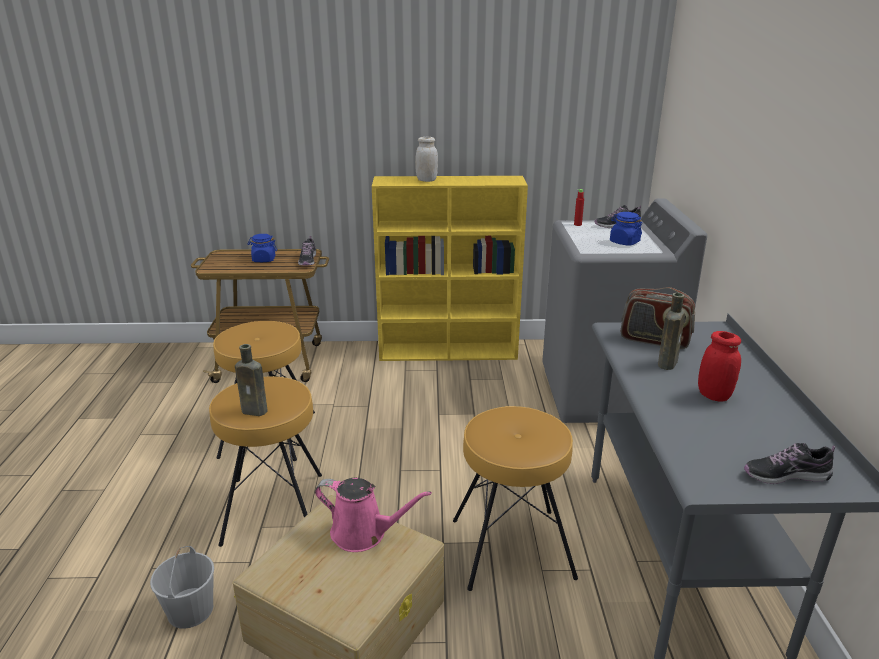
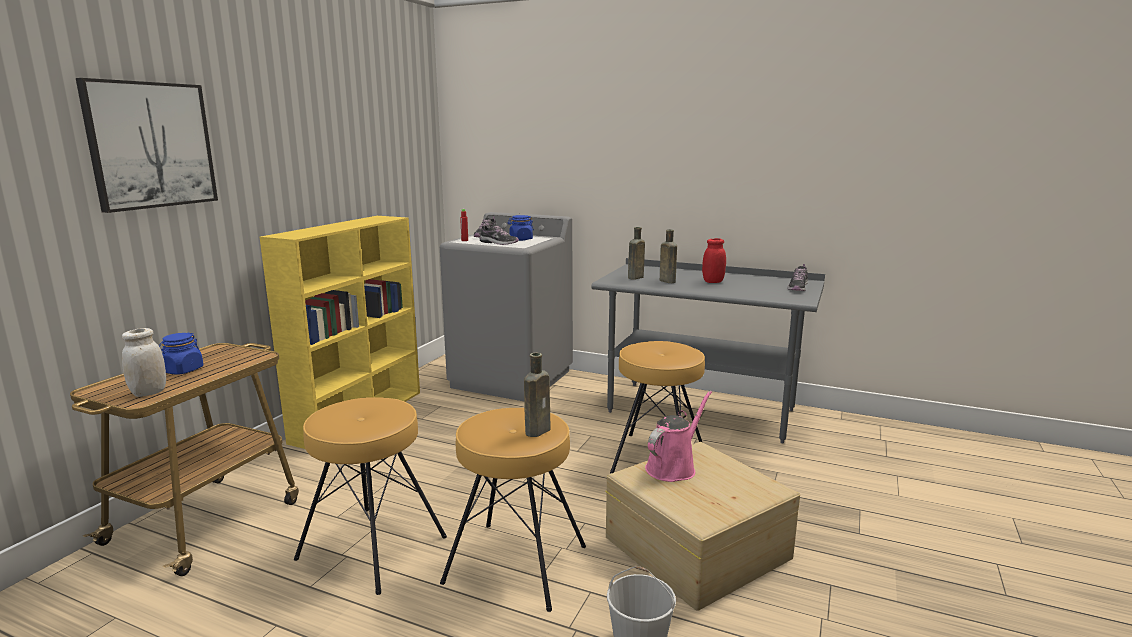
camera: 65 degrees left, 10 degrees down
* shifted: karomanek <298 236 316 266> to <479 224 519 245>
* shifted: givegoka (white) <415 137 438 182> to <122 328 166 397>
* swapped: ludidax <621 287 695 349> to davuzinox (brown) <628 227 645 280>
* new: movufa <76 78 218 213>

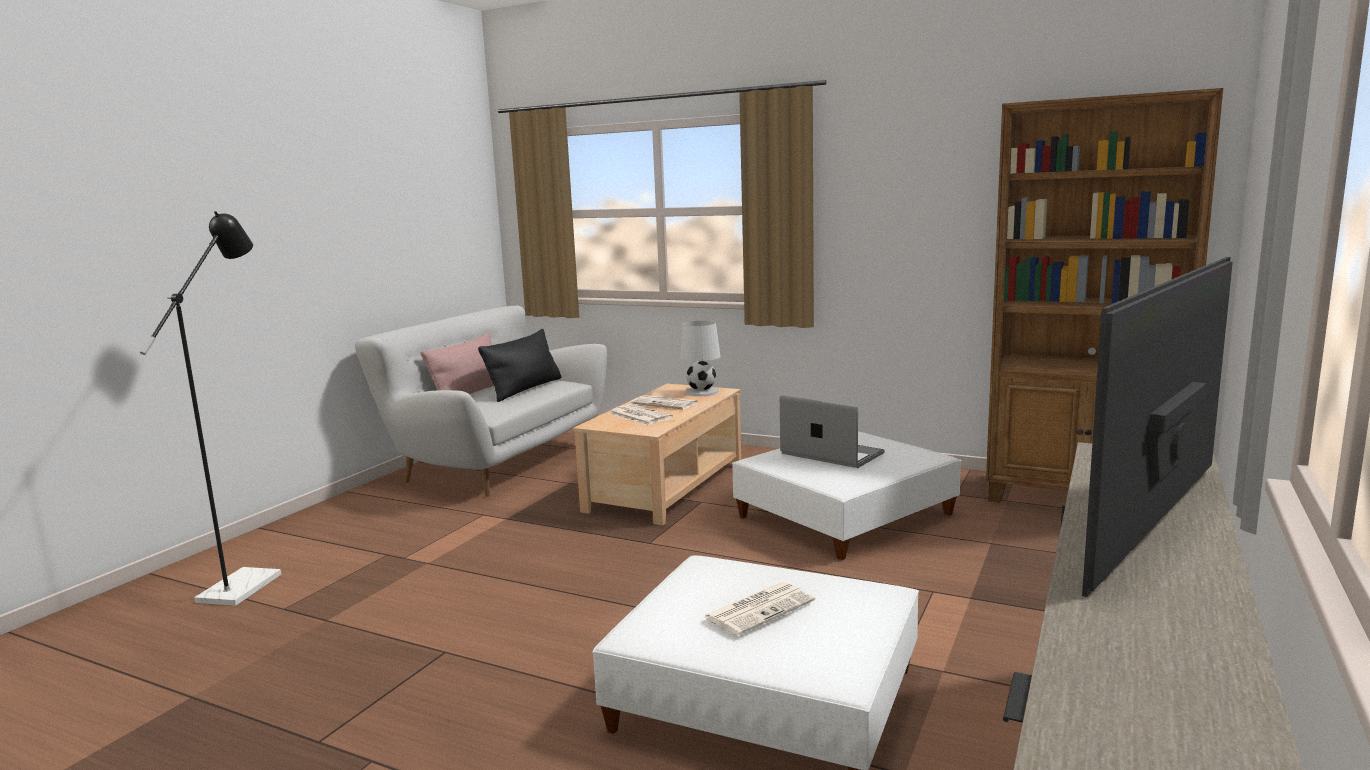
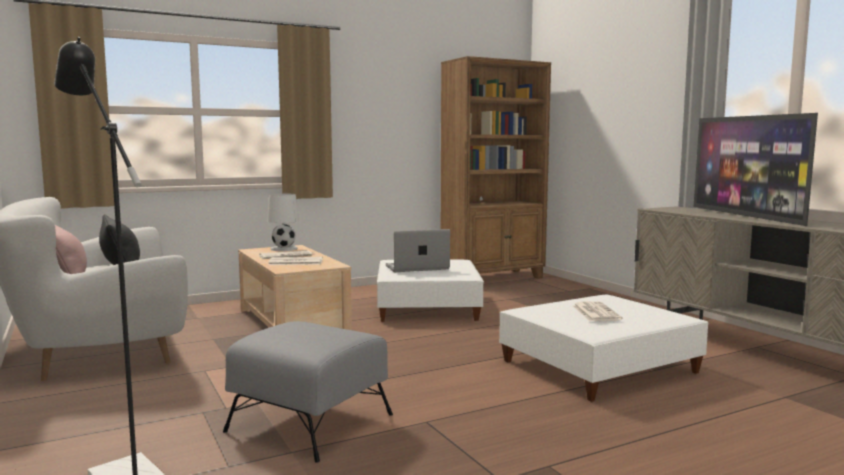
camera: 55 degrees left, 5 degrees down
* new: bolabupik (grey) <223 321 393 463>

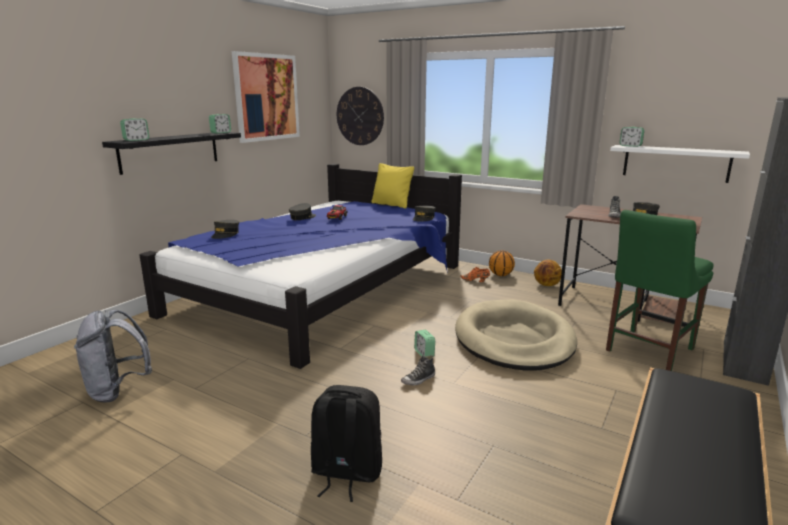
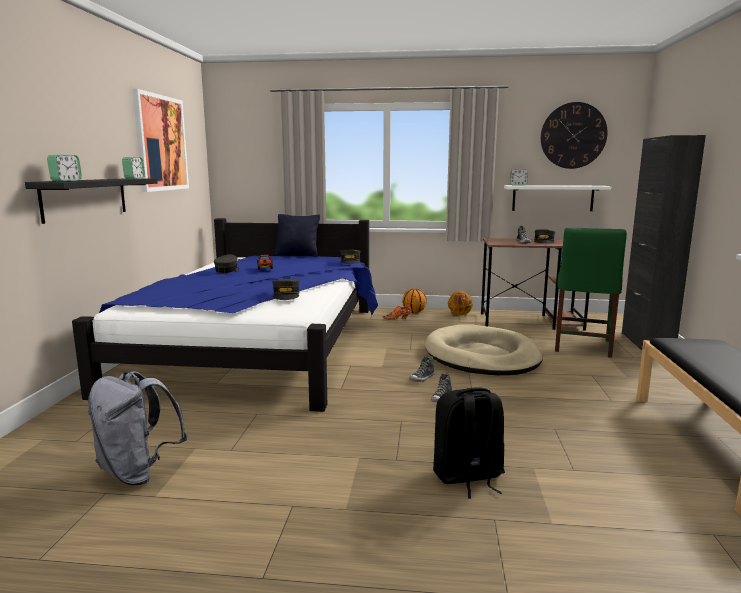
camera: 25 degrees left, 5 degrees down
* shifted: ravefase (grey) <211 220 239 239> to <272 279 299 300>
* shifted: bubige <337 87 384 145> to <541 102 608 169>
* repainted: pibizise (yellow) <371 163 414 208> to pibizise (black) <275 214 320 257>
* swapped: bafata <414 330 435 357> to karomanek <409 356 435 382>

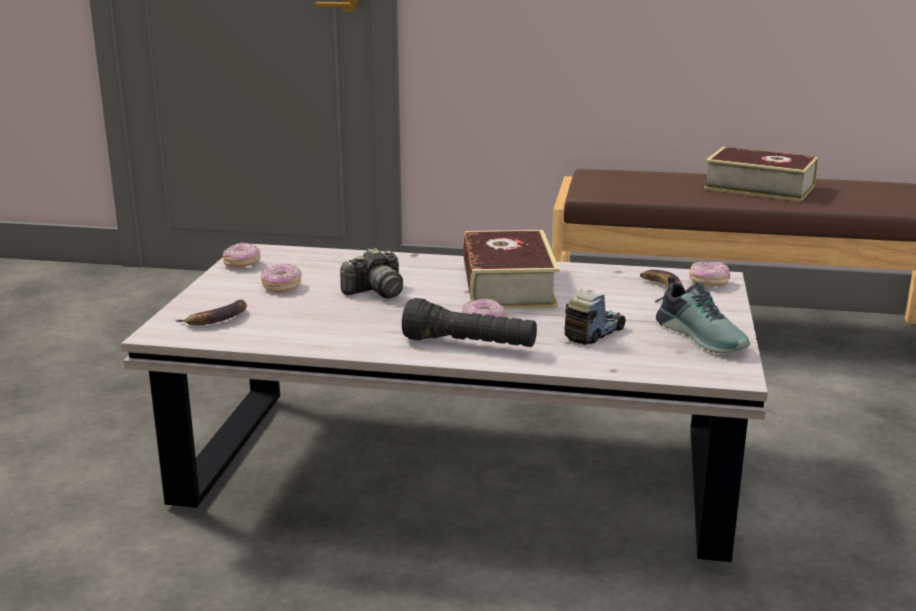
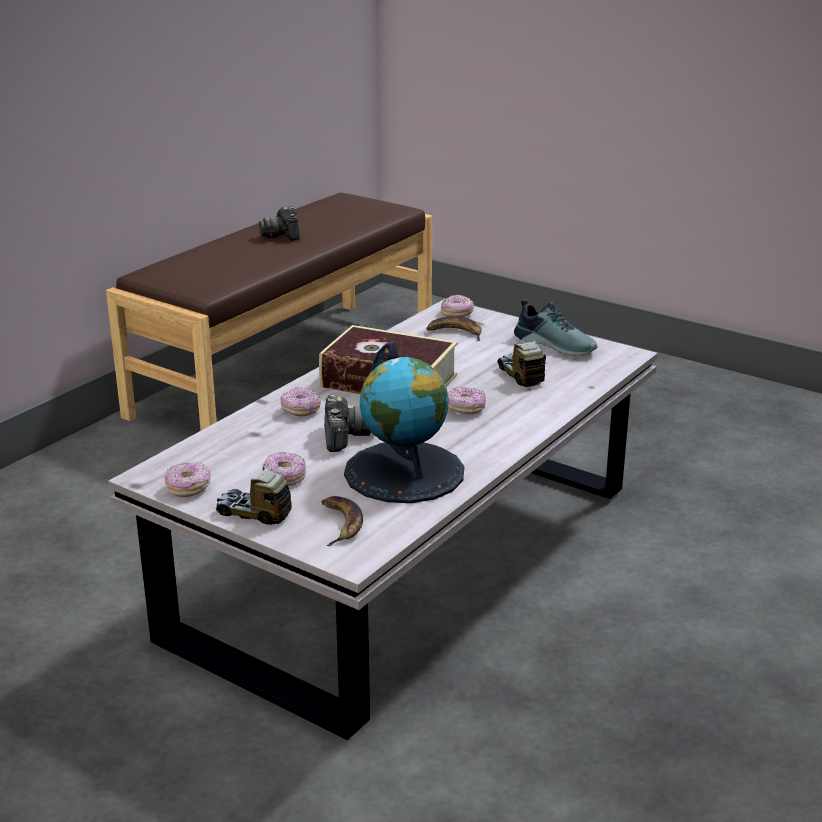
camera: 65 degrees left, 5 degrees up
* gone: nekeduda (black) <402 298 537 347>
* rotated: karomanek <656 276 750 353> = <514 299 598 356> 45 degrees clockwise
* swapped: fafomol <704 147 818 202> to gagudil <259 206 300 241>
* new: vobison <216 466 292 525>
* new: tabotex <280 387 321 417>
* new: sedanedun <344 341 464 503>

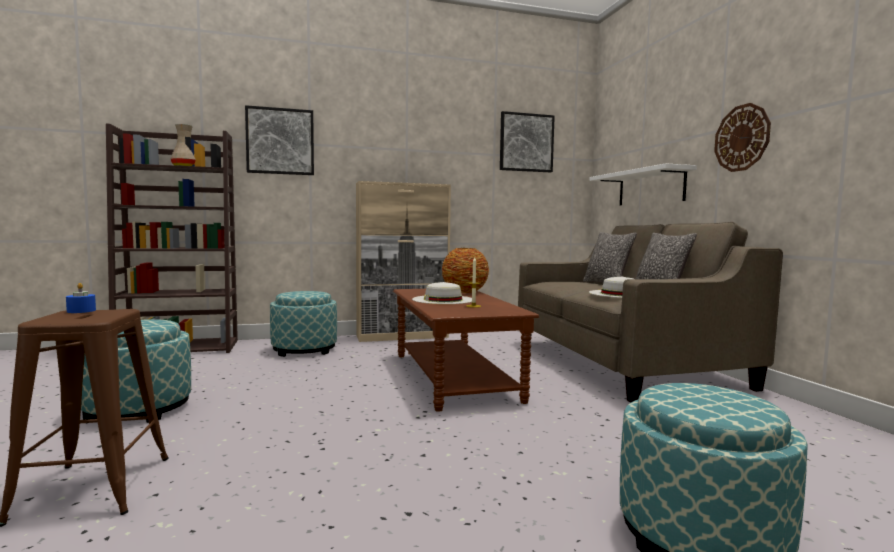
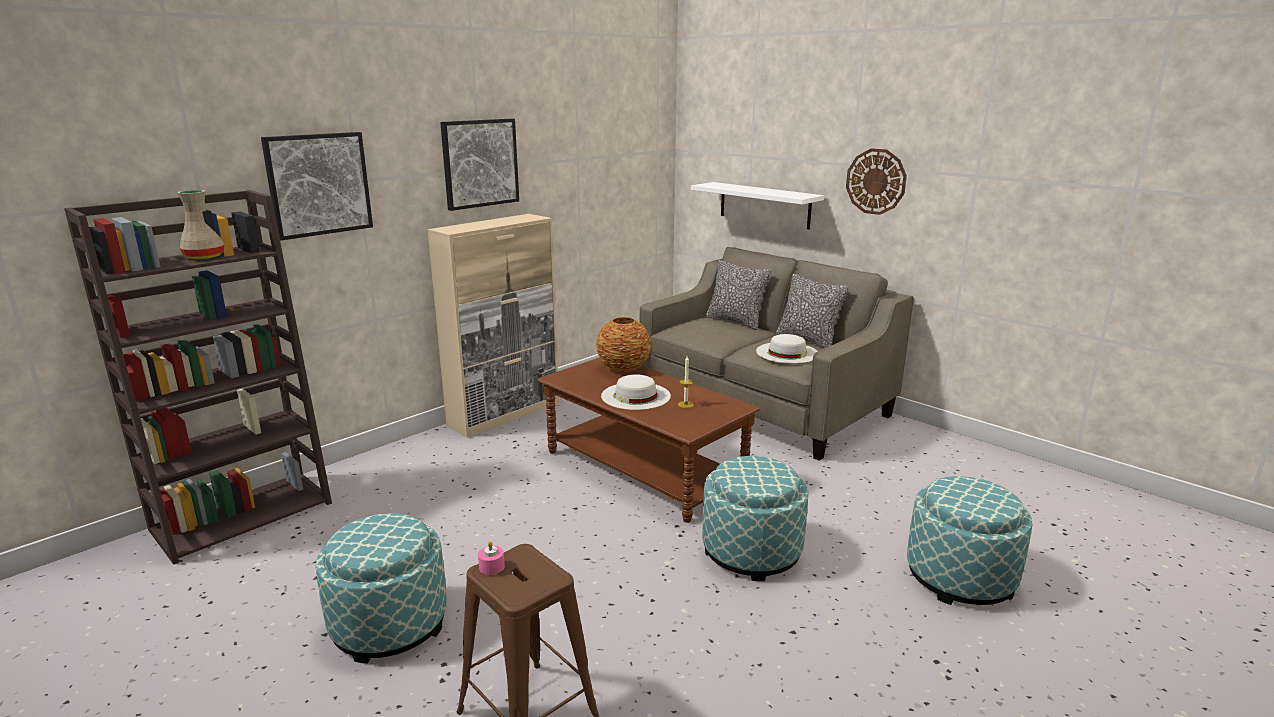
camera: 30 degrees left, 15 degrees up
* repainted: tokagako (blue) <66 283 96 313> to tokagako (pink) <478 541 505 575>
* shifted: bolabupik <270 291 337 357> to <702 456 808 581>
* shifted: movufa <500 111 555 172> to <440 119 519 211>

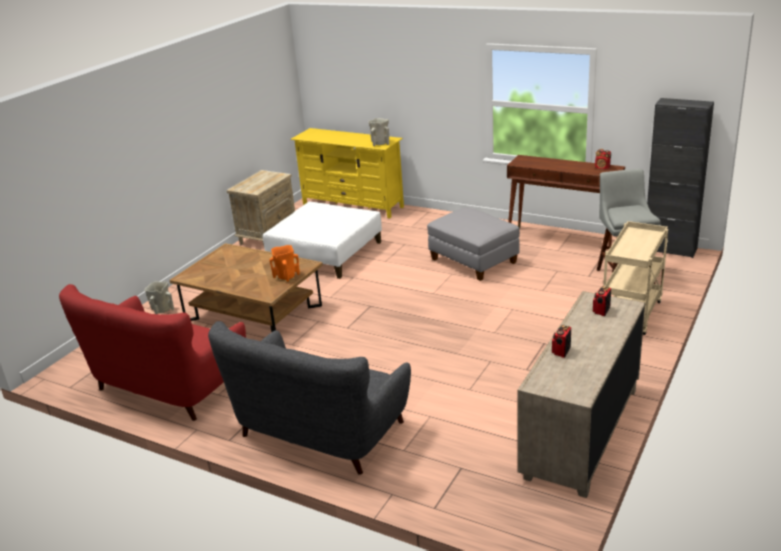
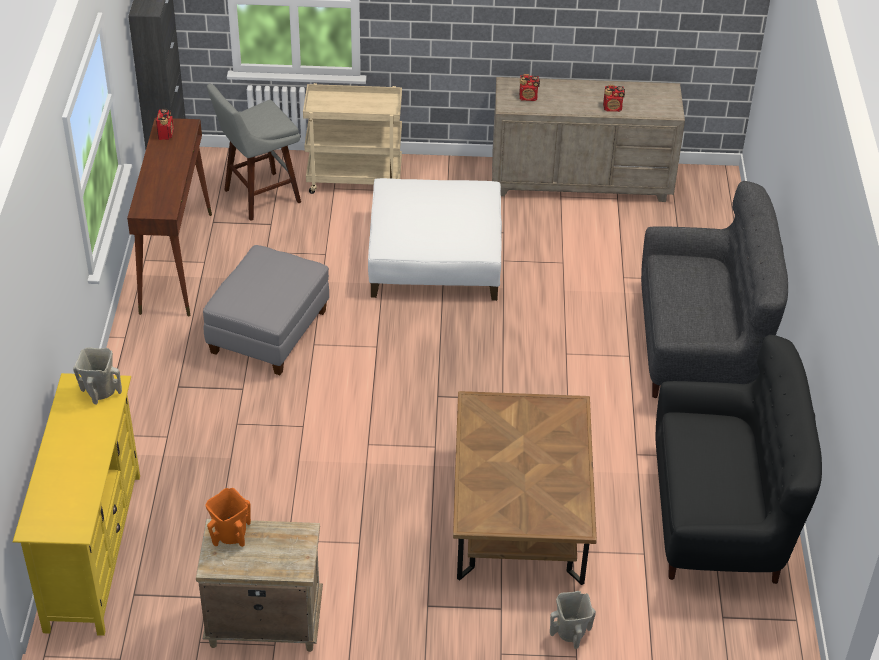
camera: 120 degrees left, 15 degrees up
* repainted: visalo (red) <59 284 246 421> to visalo (black) <655 335 822 584>
* shifted: bolabupik (white) <263 201 382 279> to <368 178 502 301>
* shifted: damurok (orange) <269 245 300 282> to <205 488 251 547>

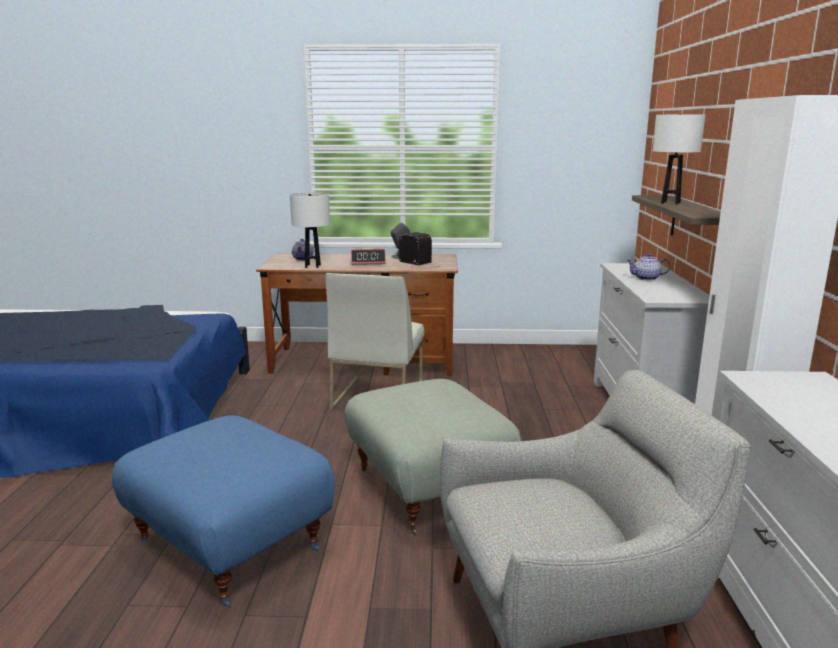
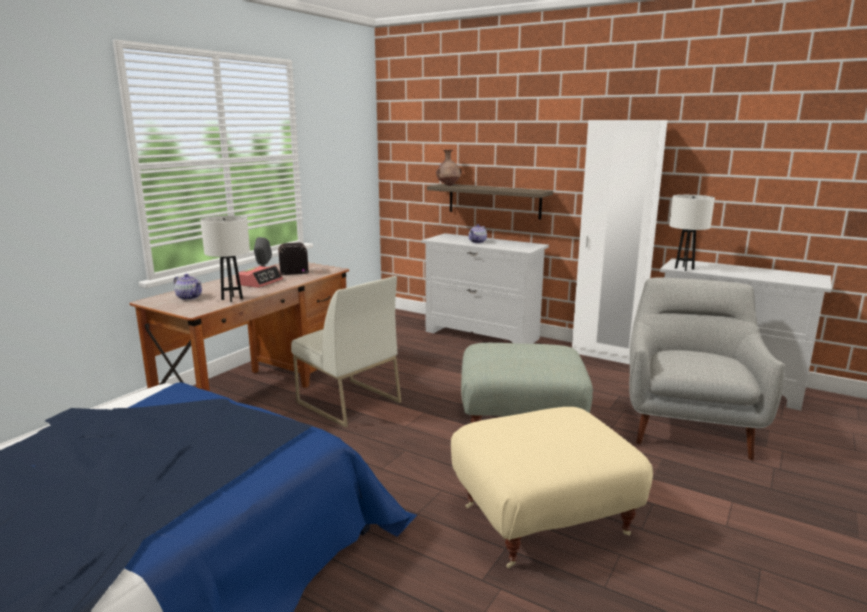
camera: 60 degrees left, 0 degrees up
* repainted: bolabupik (blue) <112 416 335 608> to bolabupik (beige) <451 407 653 568>
* shifted: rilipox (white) <653 114 706 204> to <669 195 715 271>
* new: damurok (brown) <436 150 462 186>

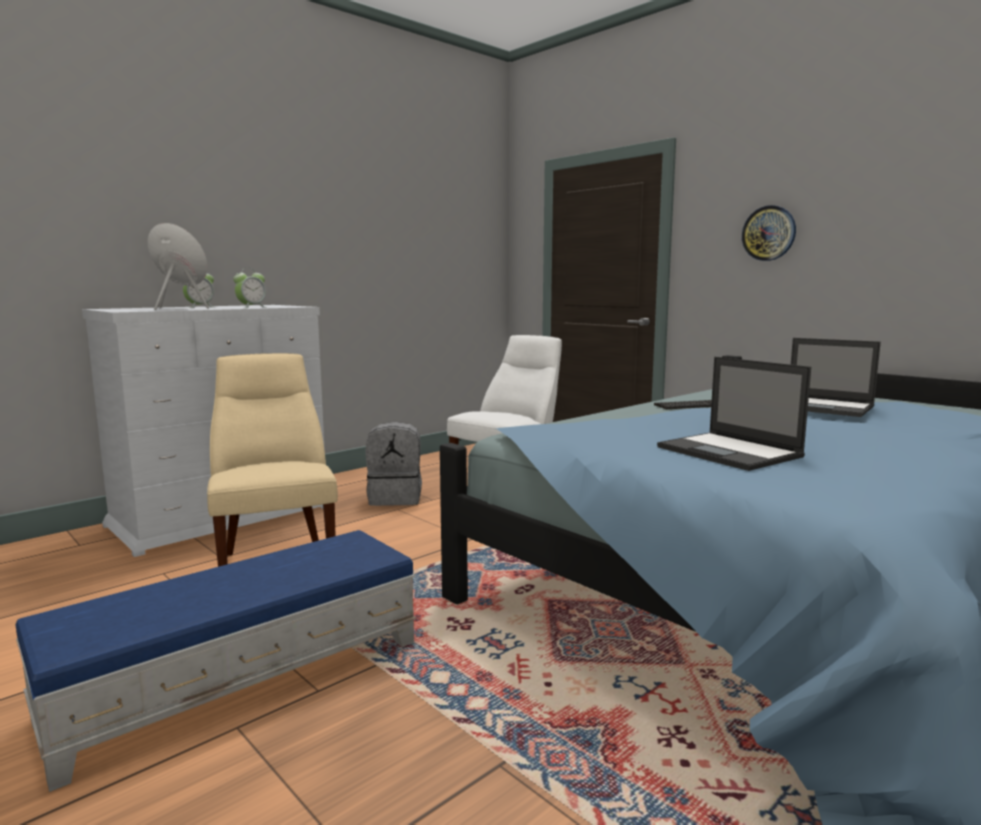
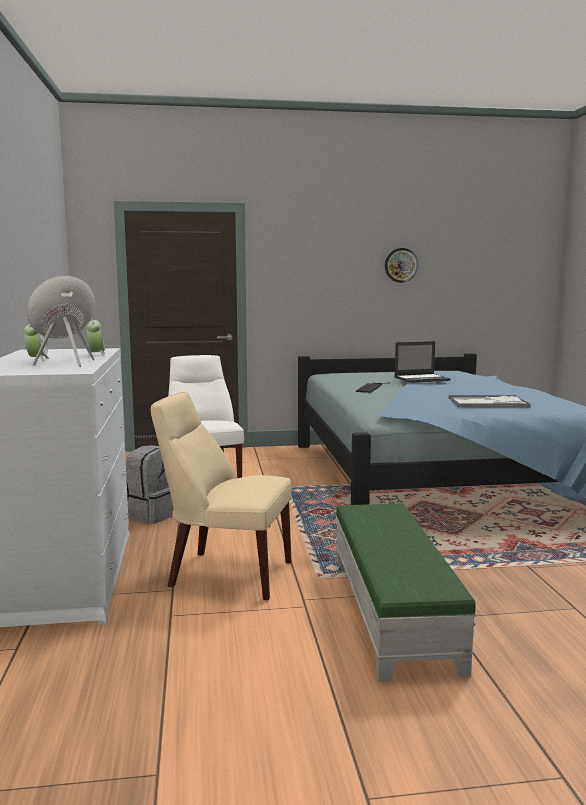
camera: 55 degrees left, 0 degrees up
* repainted: bolabupik (blue) <15 530 416 792> to bolabupik (green) <335 504 477 681>
* swapped: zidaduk <657 357 811 471> to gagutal <448 395 531 408>
* shifted: bubige <742 205 796 261> to <385 248 418 283>

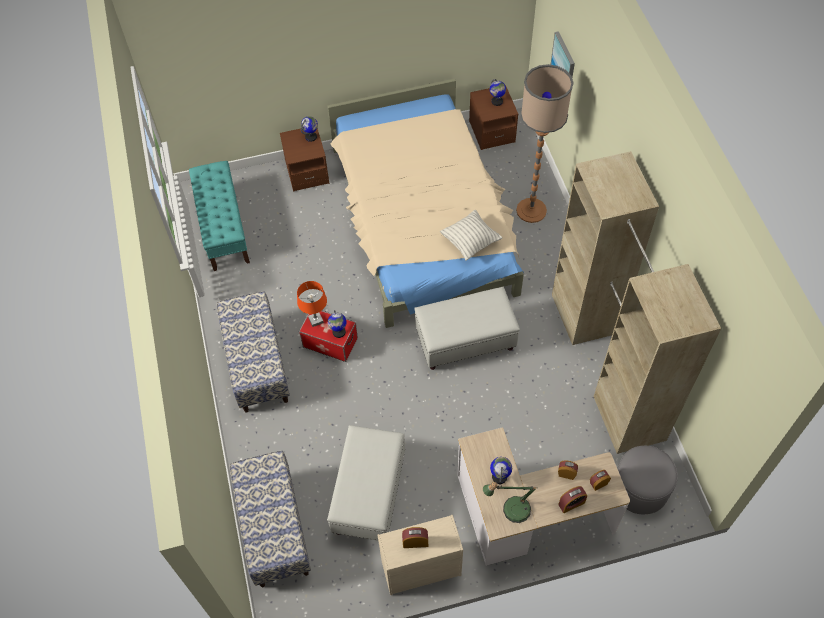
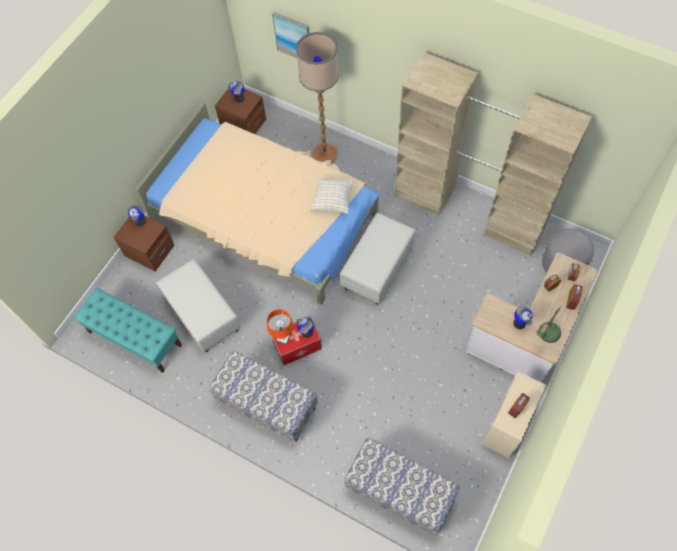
camera: 45 degrees left, 5 degrees up
* shifted: bolabupik (white) <327 425 405 541> to <156 258 241 352>

